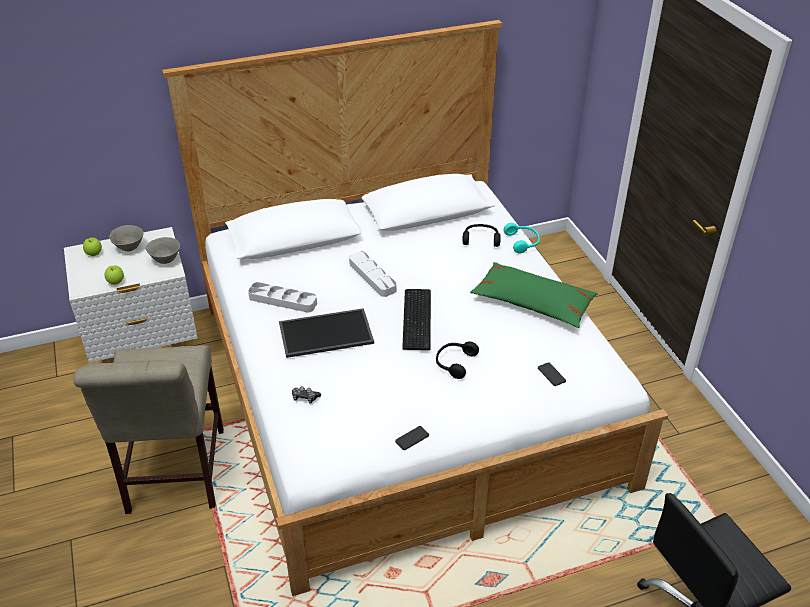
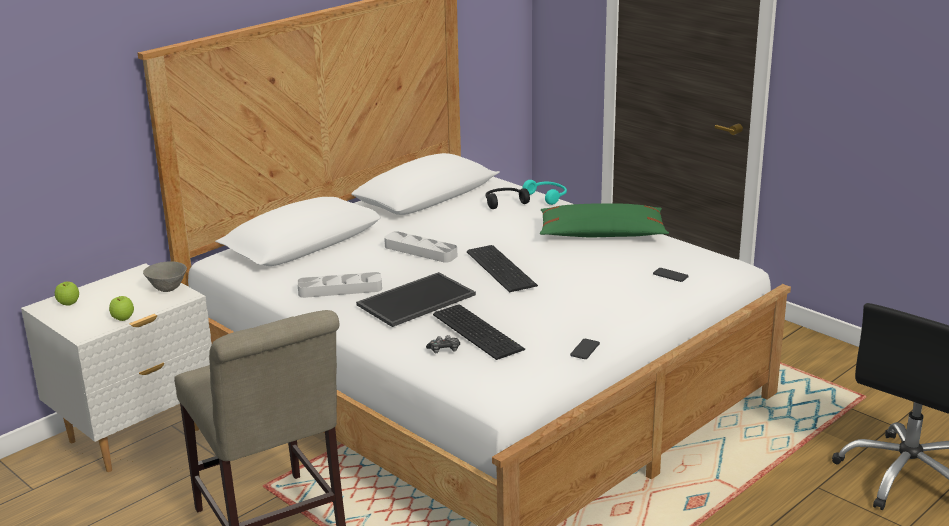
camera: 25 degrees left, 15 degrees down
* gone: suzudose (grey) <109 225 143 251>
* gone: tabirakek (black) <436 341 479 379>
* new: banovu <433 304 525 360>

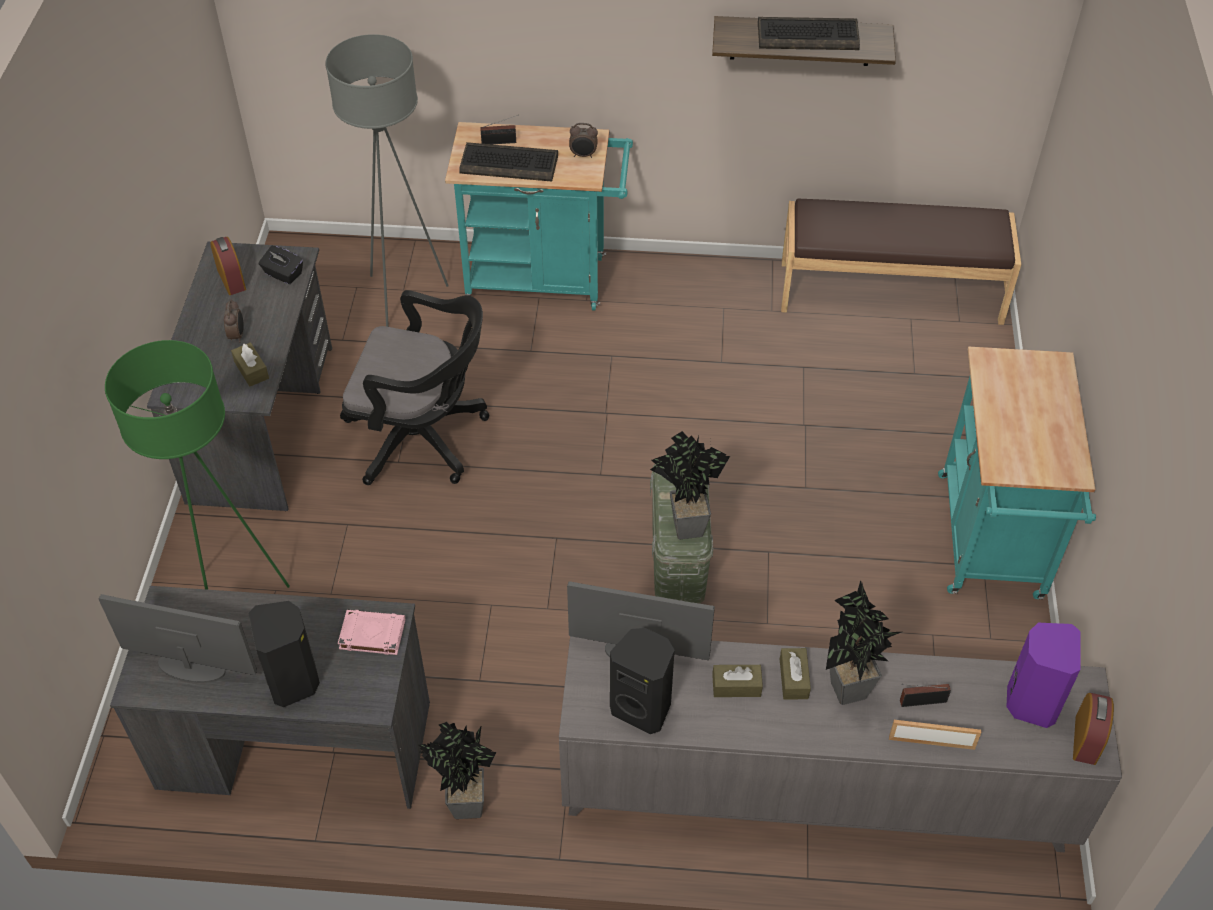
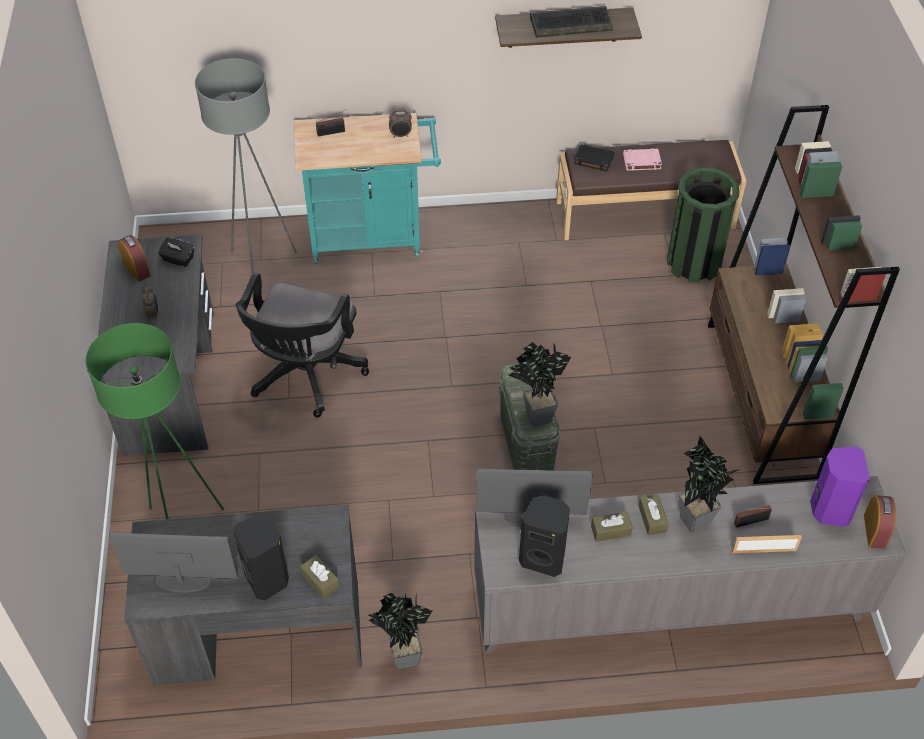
camera: 10 degrees left, 0 degrees up
* shifted: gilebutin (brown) <231 342 269 387> to <300 555 340 599>
* shifted: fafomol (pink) <338 610 405 655> to <623 148 662 171>
* rotated: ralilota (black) <340 290 490 485> = <236 273 369 418> 105 degrees clockwise
* gone: banovu <459 142 558 182>
* swapped: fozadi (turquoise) <938 346 1096 600> to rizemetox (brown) <708 105 900 484>
* new: fafomol (black) <574 144 614 171>
* new: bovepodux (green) <667 167 739 283>

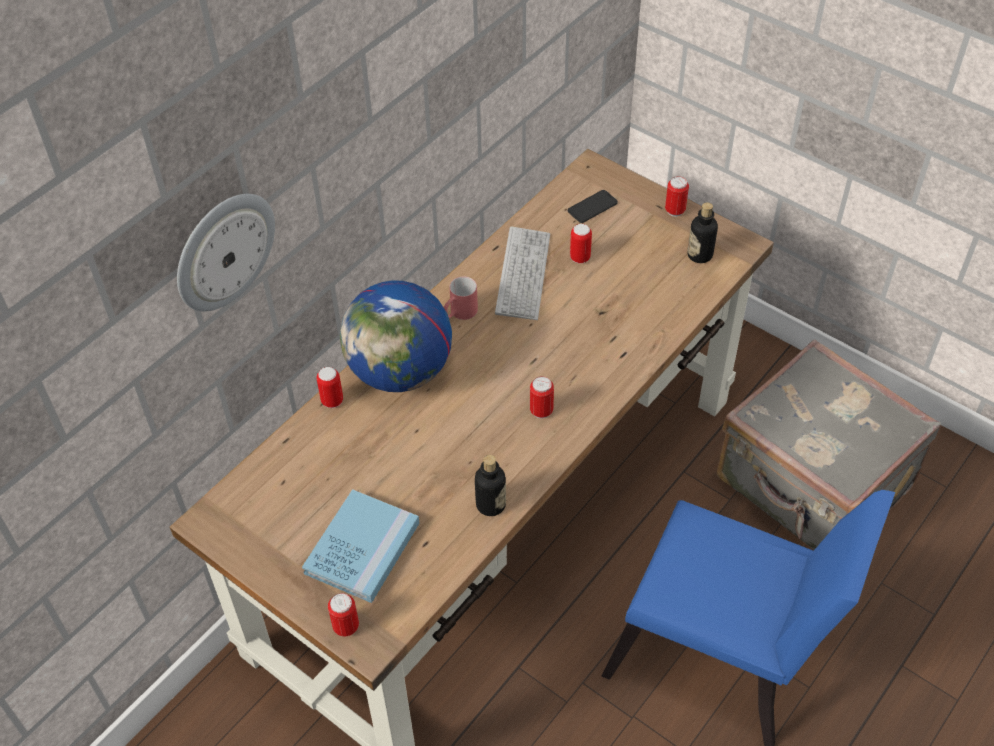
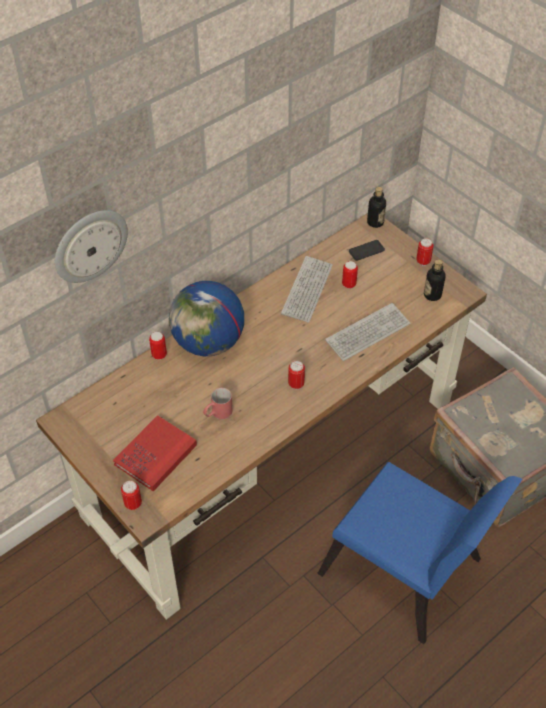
camera: 10 degrees right, 0 degrees up
* repainted: fafomol (blue) <302 489 419 603> to fafomol (red) <113 415 197 491>
* shifted: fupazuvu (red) <444 276 478 320> to <203 388 233 419>
* shifted: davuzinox <475 455 506 516> to <367 187 386 228>
* new: banovu <325 303 410 361>

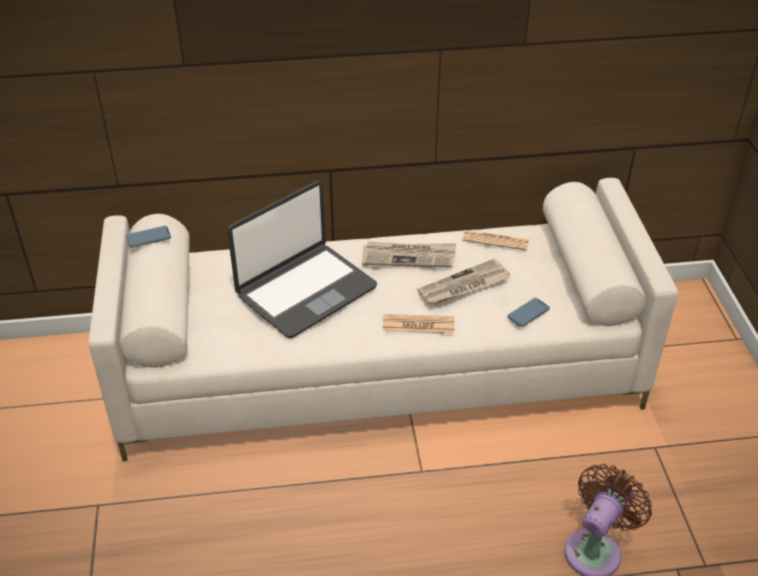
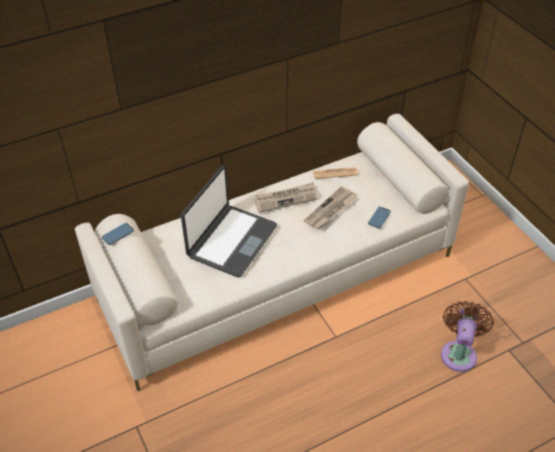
camera: 20 degrees left, 5 degrees up
* gone: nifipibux <383 314 455 333>

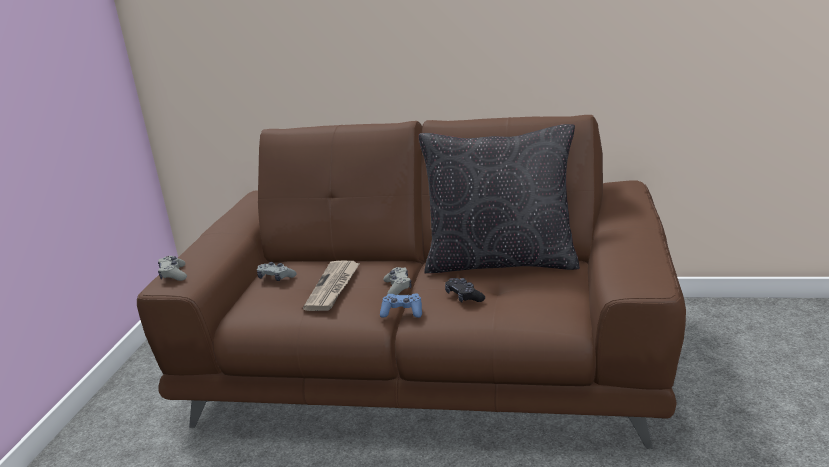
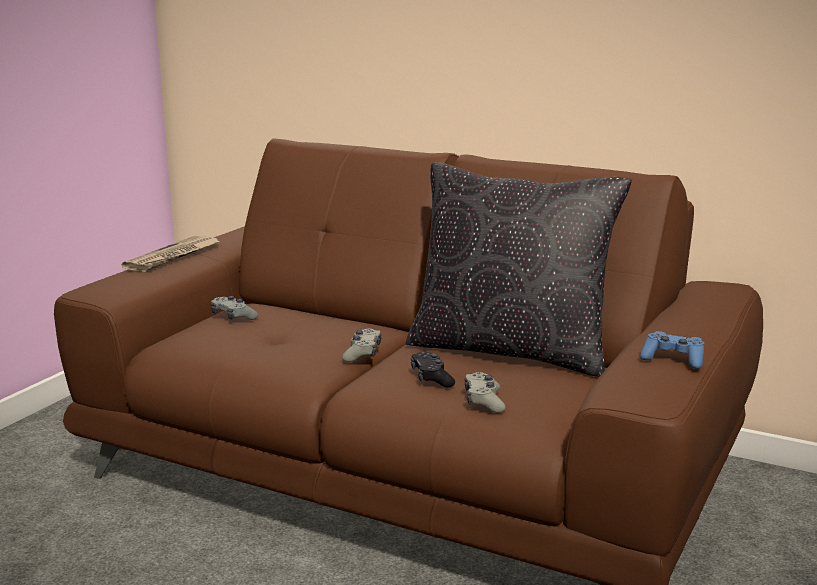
camera: 15 degrees right, 5 degrees down
* shifted: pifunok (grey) <158 256 187 281> to <464 372 506 413>
* shifted: nifipibux <303 261 360 311> to <122 235 221 272>
* shifted: pifunok (blue) <380 294 422 318> to <640 331 704 369>

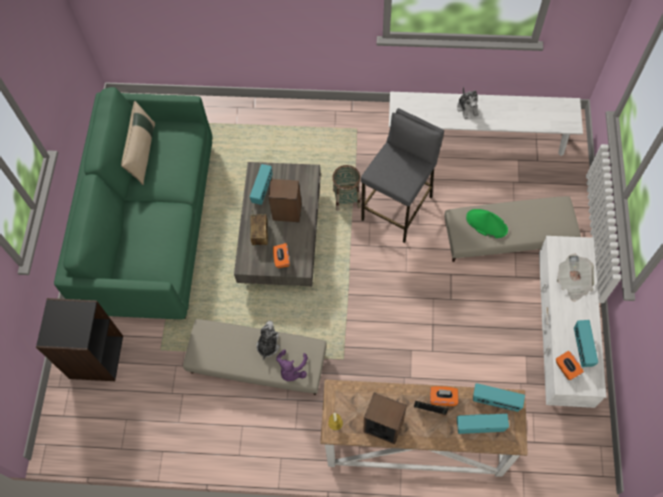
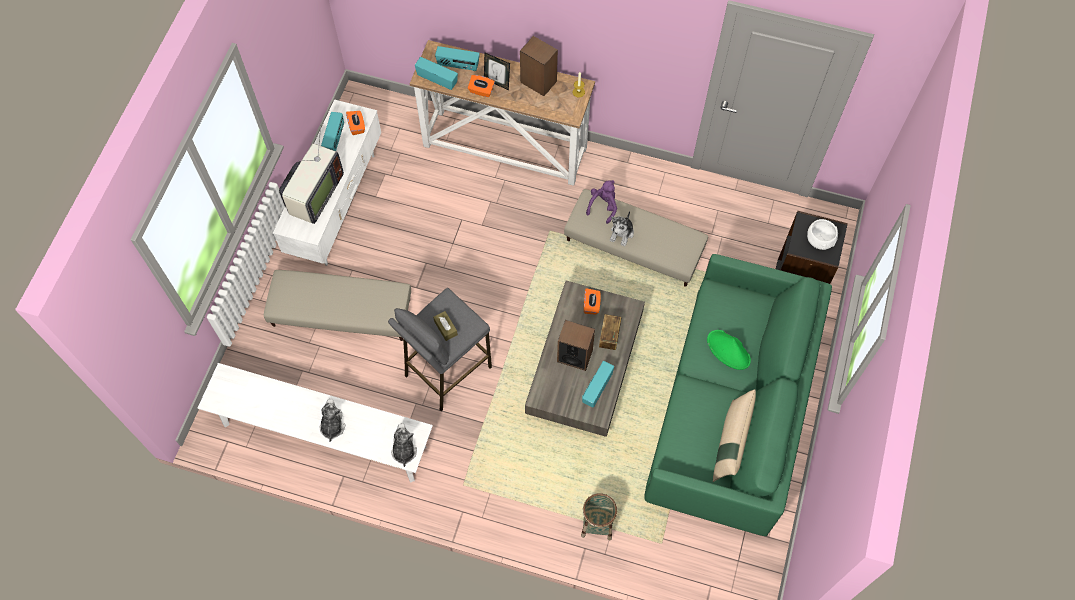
camera: 170 degrees left, 0 degrees up
* shifted: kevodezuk <332 165 361 211> to <581 493 617 541>
* shifted: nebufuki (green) <466 209 508 238> to <707 330 751 370>
* swapped: nifipibux <557 254 594 302> to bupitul <279 125 344 224>
* new: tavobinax <391 423 417 467>
* new: gilebutin (brown) <433 311 458 341>
* new: suzudose (white) <807 219 838 250>

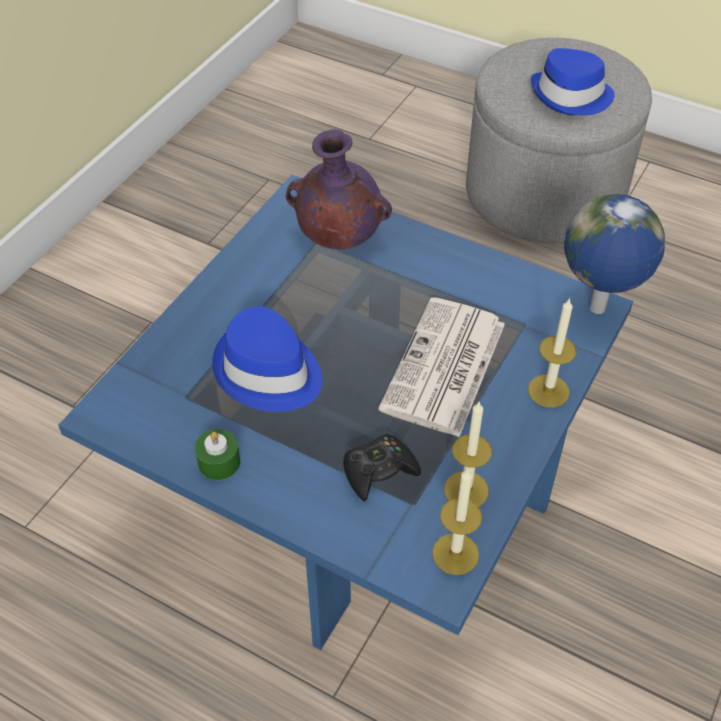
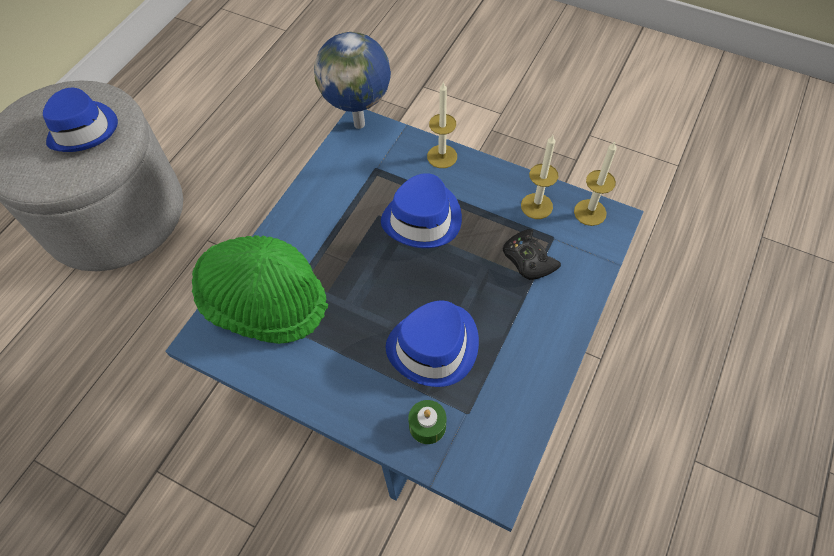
camera: 90 degrees left, 10 degrees up
* shifted: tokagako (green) <195 429 240 480> to <408 400 446 444>
* swapped: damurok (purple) <286 129 392 249> to nebufuki (green) <192 235 328 344>
* swapped: nifipibux <379 297 505 437> to nebufuki (blue) <381 173 462 248>

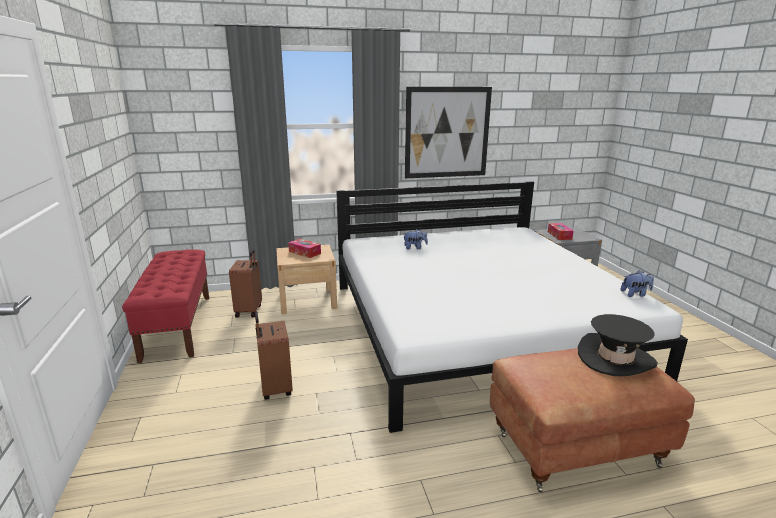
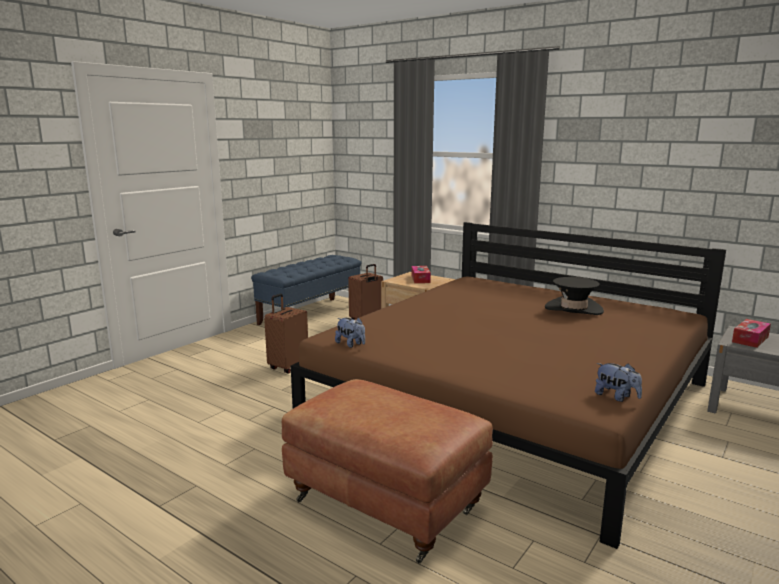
camera: 50 degrees right, 5 degrees down
* repainted: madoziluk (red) <122 250 209 363> to madoziluk (blue) <251 255 361 325>
* repainted: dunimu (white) <336 181 688 433> to dunimu (brown) <291 222 726 549>
* shifted: tavobinax <403 229 428 250> to <335 317 365 348>
* gone: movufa <405 87 492 178>
* shifted: nebufuki (black) <578 314 658 376> to <545 277 604 315>

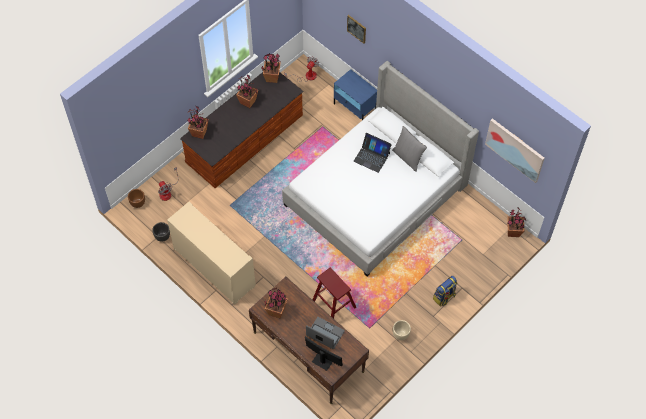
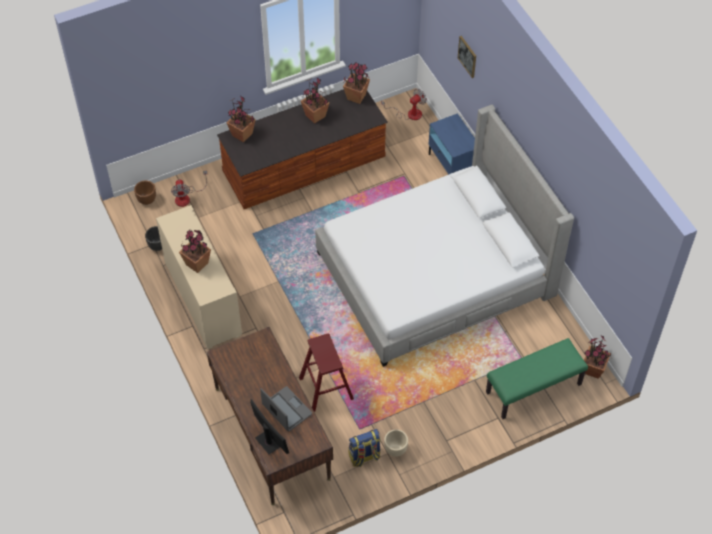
camera: 20 degrees right, 5 degrees down
* shifted: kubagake <265 288 288 319> to <179 230 211 273>
* gone: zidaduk <354 133 392 173>
* gone: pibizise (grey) <392 126 427 172>
* shifted: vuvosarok <433 276 457 307> to <348 429 381 467>
* gone: movufa <485 118 544 183>
* new: madoziluk (green) <486 338 588 419>

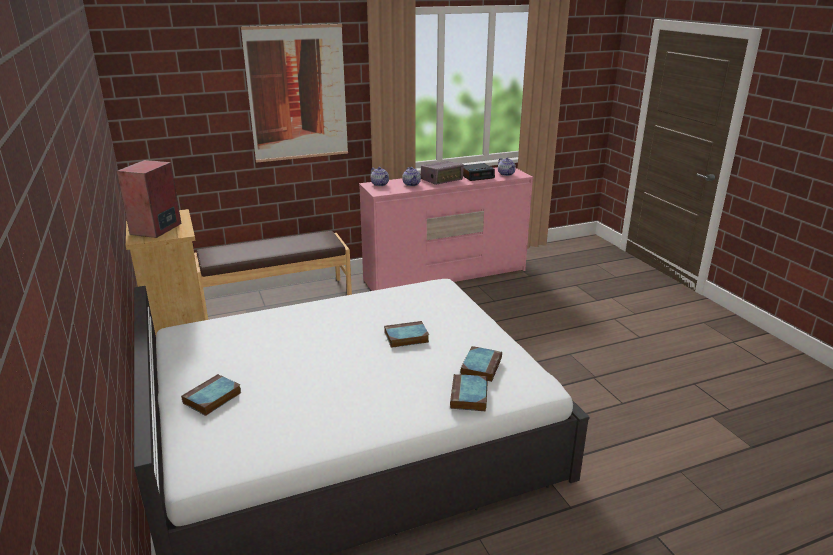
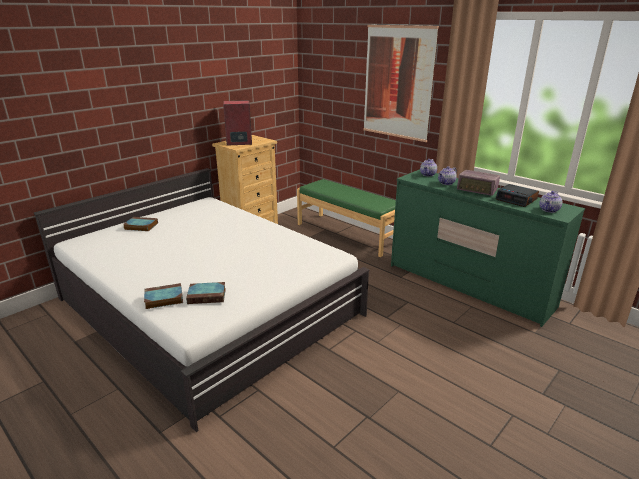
camera: 65 degrees right, 0 degrees up
* repainted: madoziluk (brown) <194 231 352 320> to madoziluk (green) <297 179 396 257>
* repainted: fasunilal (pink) <359 167 533 291> to fasunilal (green) <391 169 585 327>
* gone: fafomol <384 321 429 348>

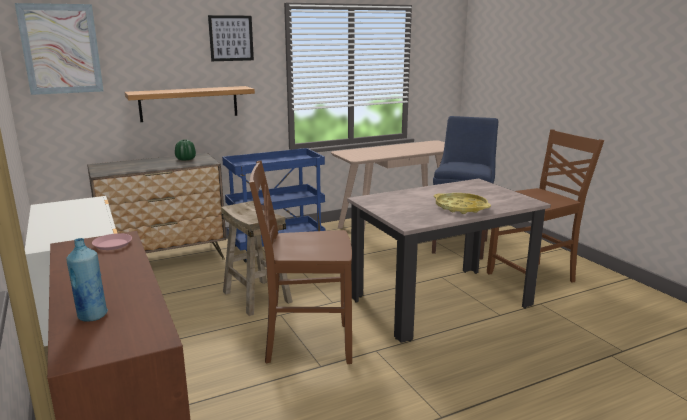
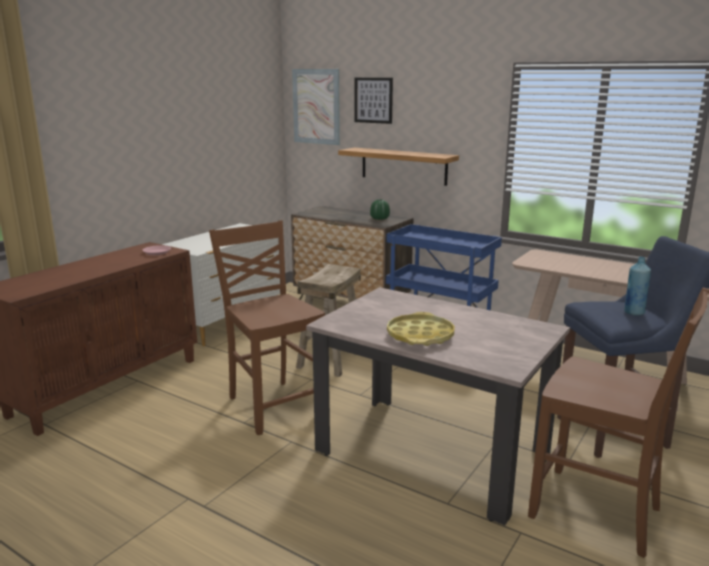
camera: 60 degrees right, 0 degrees up
* shifted: davuzinox (blue) <66 238 108 322> to <624 257 651 316>
* shifted: movufa <208 15 254 61> to <355 78 393 124>

